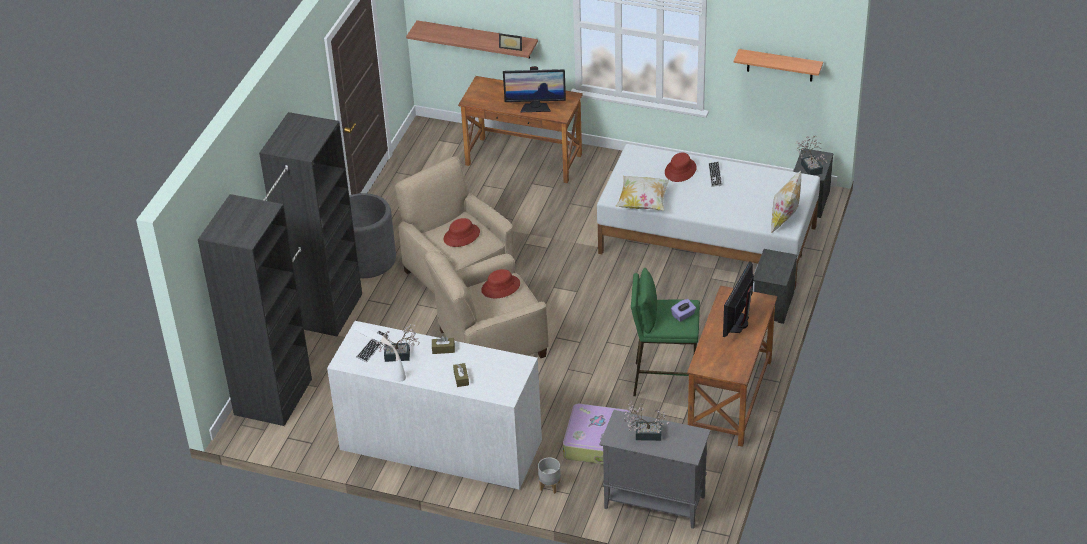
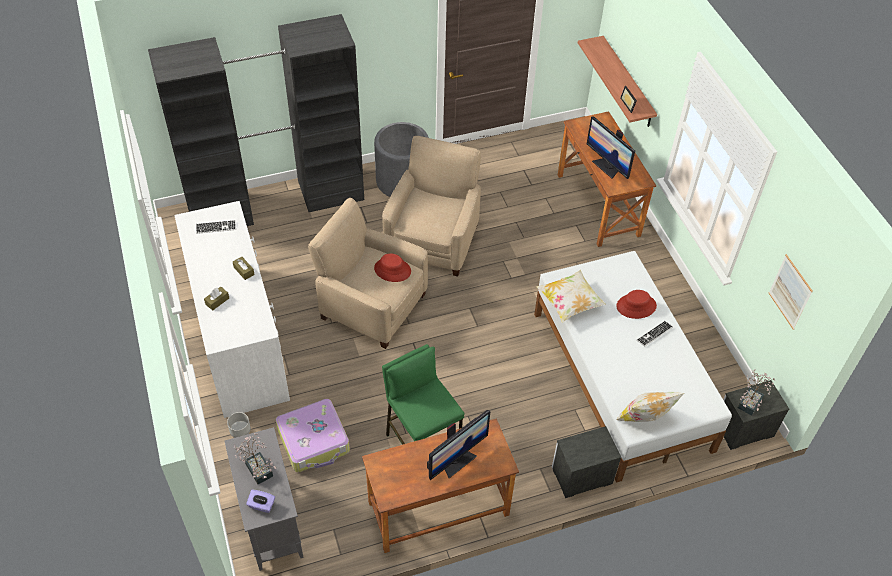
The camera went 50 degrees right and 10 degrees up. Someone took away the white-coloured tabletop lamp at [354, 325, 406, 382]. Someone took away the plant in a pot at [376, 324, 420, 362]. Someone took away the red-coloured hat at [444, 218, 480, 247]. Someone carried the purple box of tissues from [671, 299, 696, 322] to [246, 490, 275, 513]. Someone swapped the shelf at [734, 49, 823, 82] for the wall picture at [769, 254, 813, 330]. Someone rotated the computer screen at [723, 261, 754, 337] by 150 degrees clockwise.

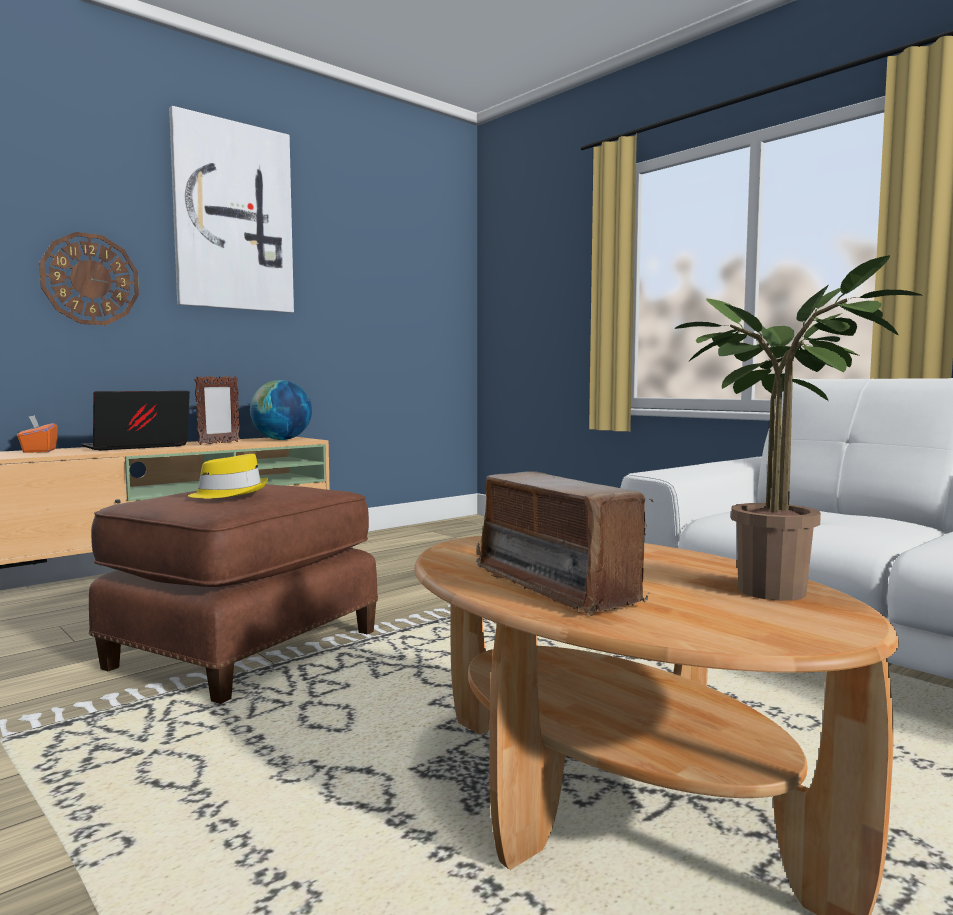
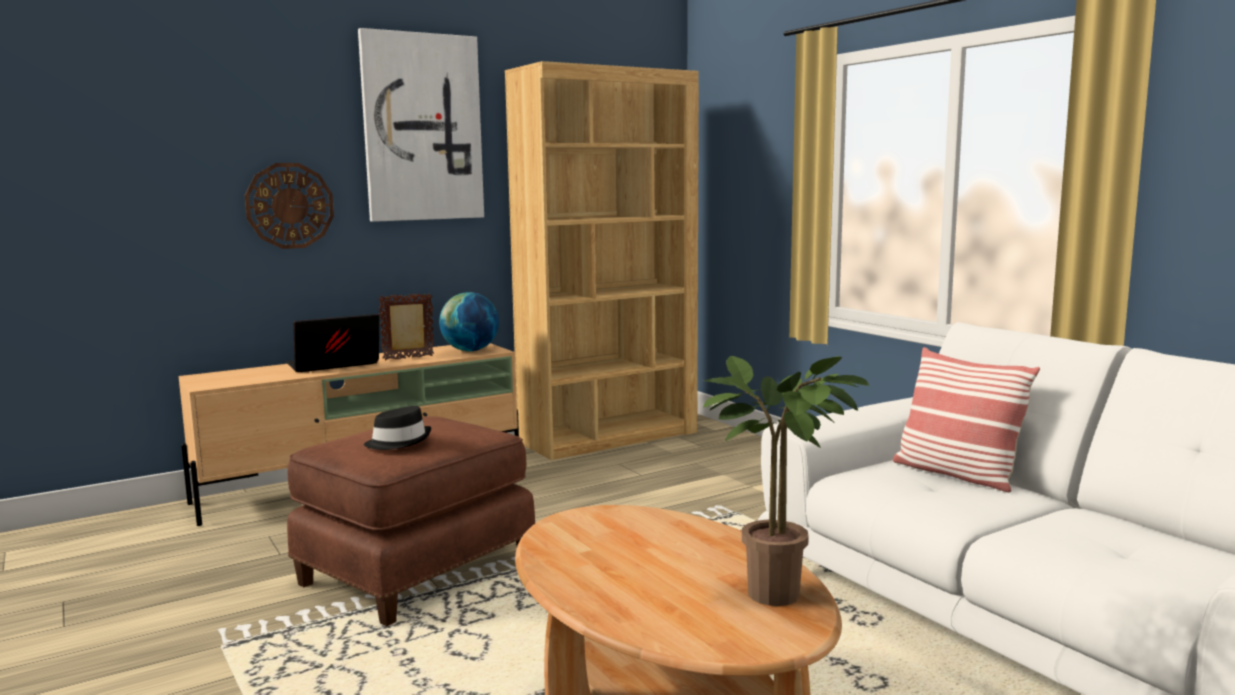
The camera went 10 degrees right and 5 degrees up. Someone took away the orange box of tissues at [17, 415, 58, 453]. Someone took away the radio receiver at [476, 471, 653, 616]. Someone put down the brownish bookshelf at [505, 61, 699, 460]. Someone put down the throw pillow at [893, 347, 1040, 492]. Someone repainted the yellow hat at [188, 454, 268, 499], which became the black hat at [364, 406, 431, 450]. Someone rotated the standing frame at [194, 376, 240, 445] by 150 degrees counterclockwise.

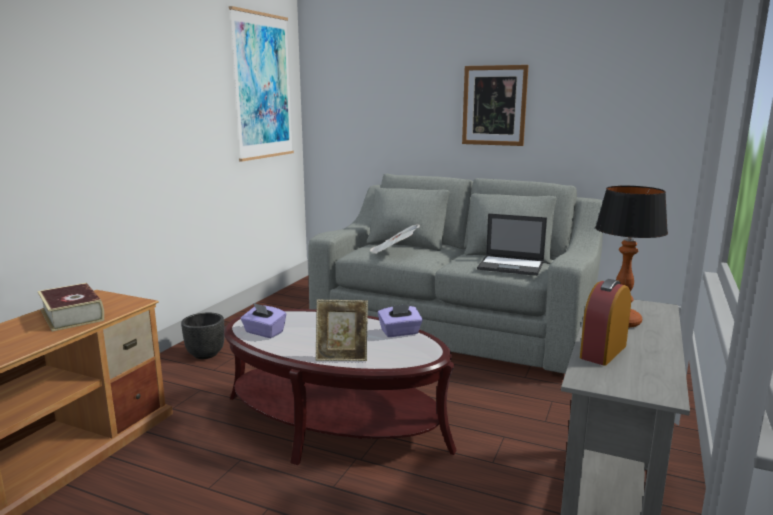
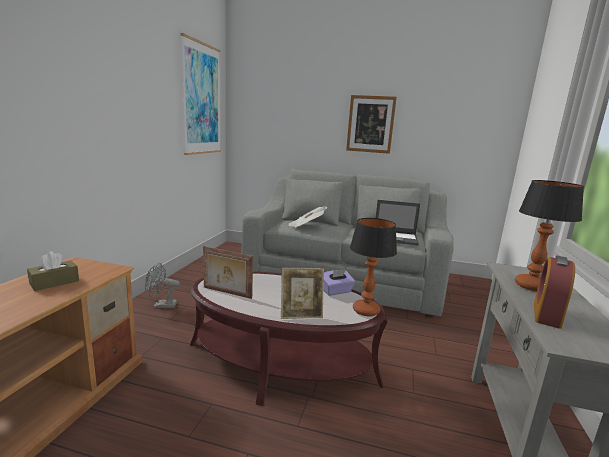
The camera went 10 degrees left and 0 degrees up. Someone put down the tabletop lamp at [350, 218, 397, 316]. Someone swapped the volume at [38, 283, 104, 332] for the brownish box of tissues at [27, 251, 79, 291]. Someone swapped the black plant pot at [181, 313, 224, 359] for the grey electric fan at [145, 263, 180, 308]. Someone swapped the purple box of tissues at [241, 303, 286, 338] for the standing frame at [203, 246, 253, 299].

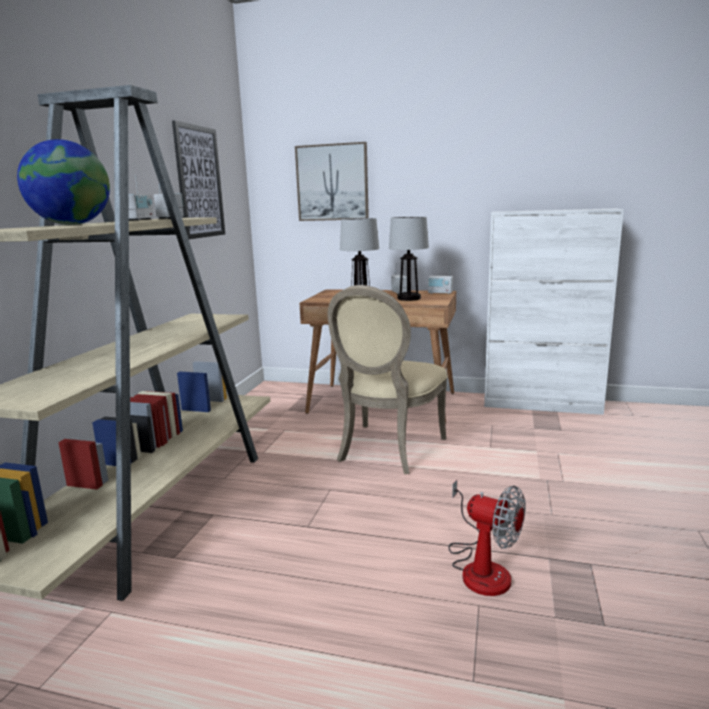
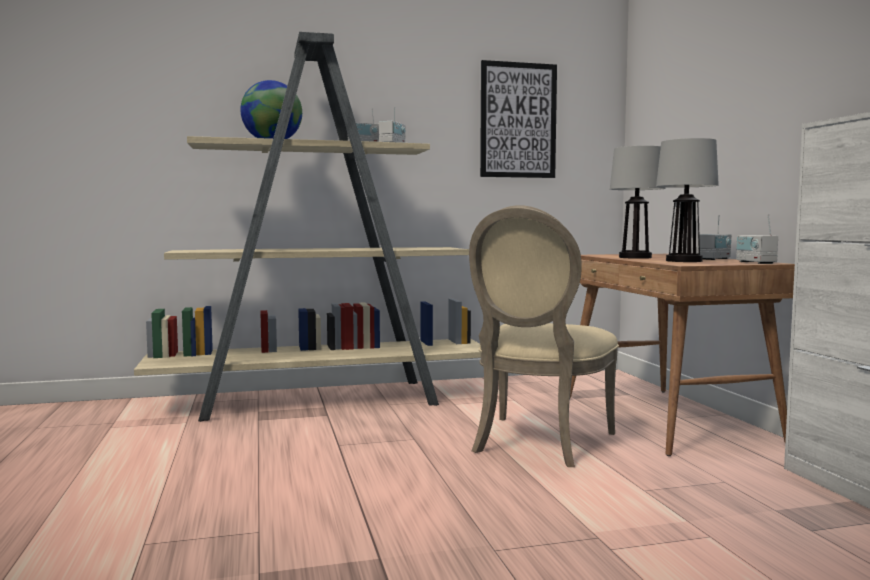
The camera went 60 degrees right and 10 degrees down. Someone took away the wall picture at [295, 142, 369, 221]. Someone took away the electric fan at [448, 480, 526, 596]. Someone rotated the beige chair at [328, 285, 448, 474] by 60 degrees counterclockwise.

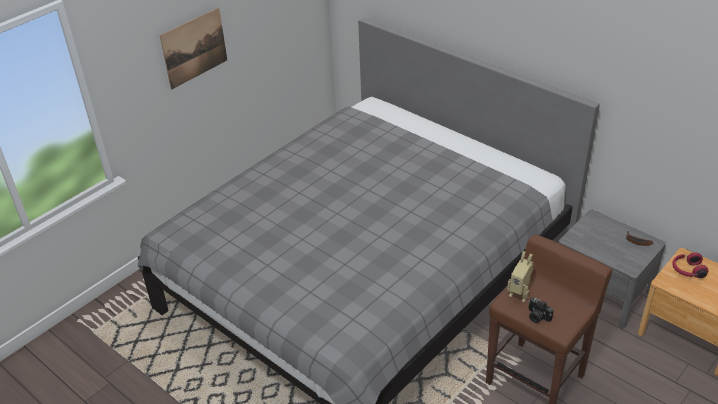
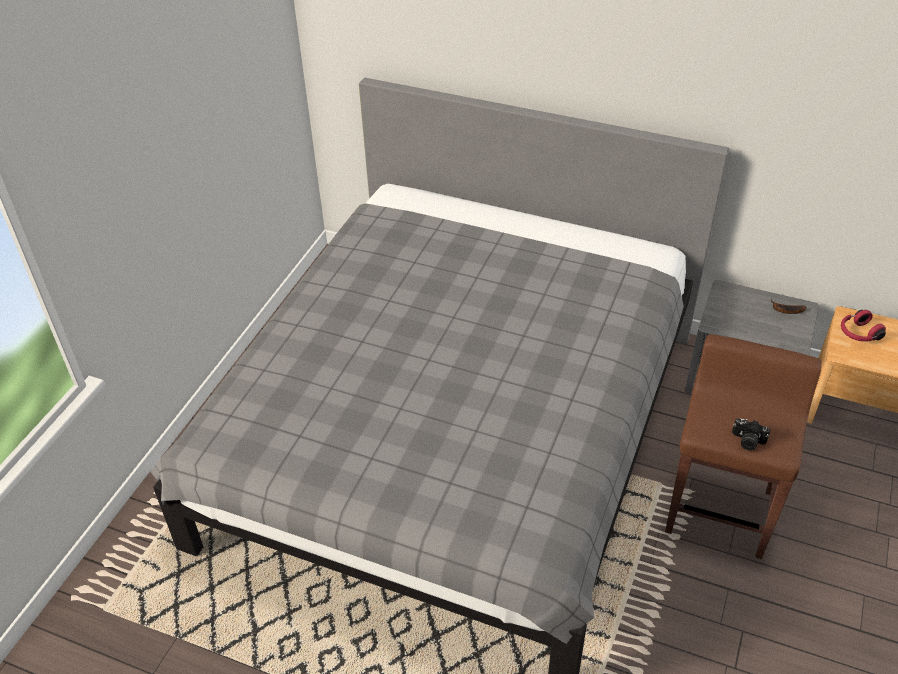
The camera went 20 degrees left and 5 degrees up. Someone took away the wall picture at [160, 8, 227, 89]. Someone took away the robot figure at [507, 251, 534, 302].

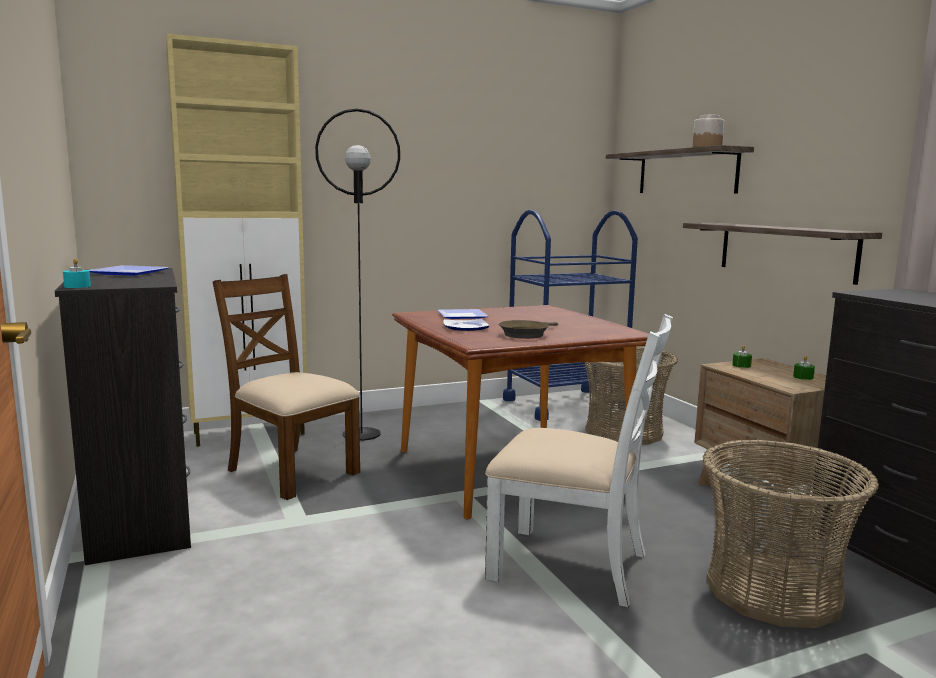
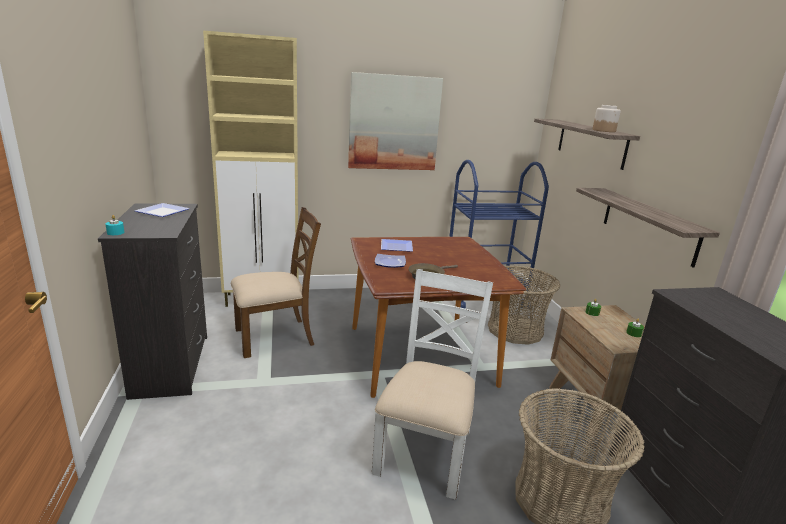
The camera went 10 degrees right and 10 degrees up. Someone took away the black floor lamp at [315, 109, 400, 441]. Someone put up the wall picture at [348, 72, 443, 170]. Someone rotated the brownish chair at [213, 274, 360, 500] by 105 degrees clockwise. Someone rotated the white-coloured chair at [485, 314, 673, 607] by 105 degrees counterclockwise.

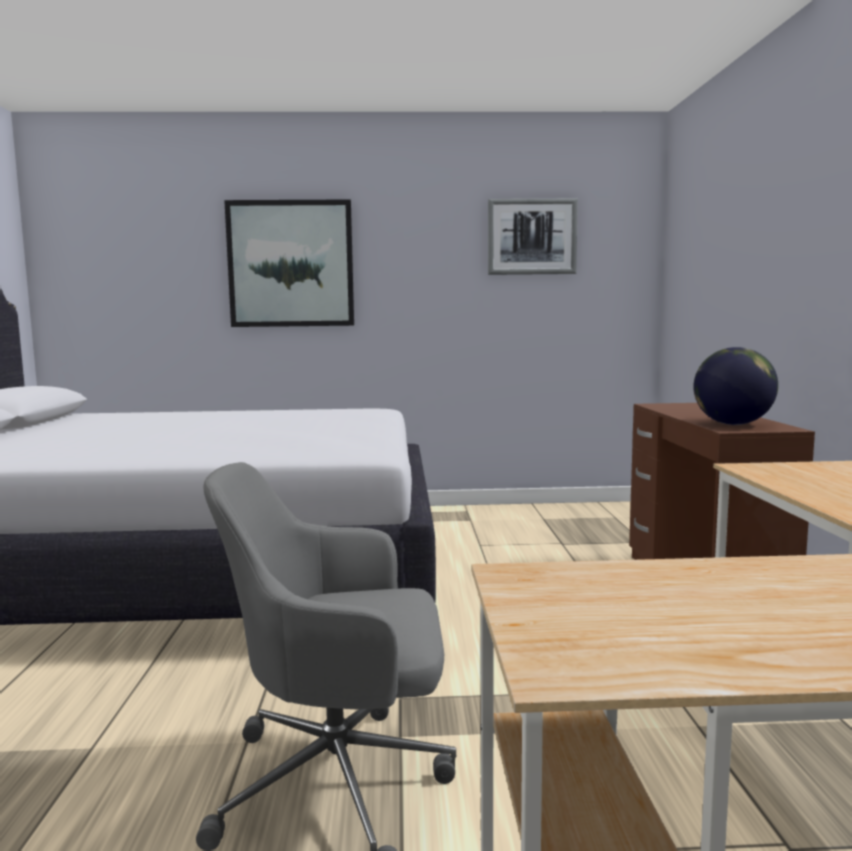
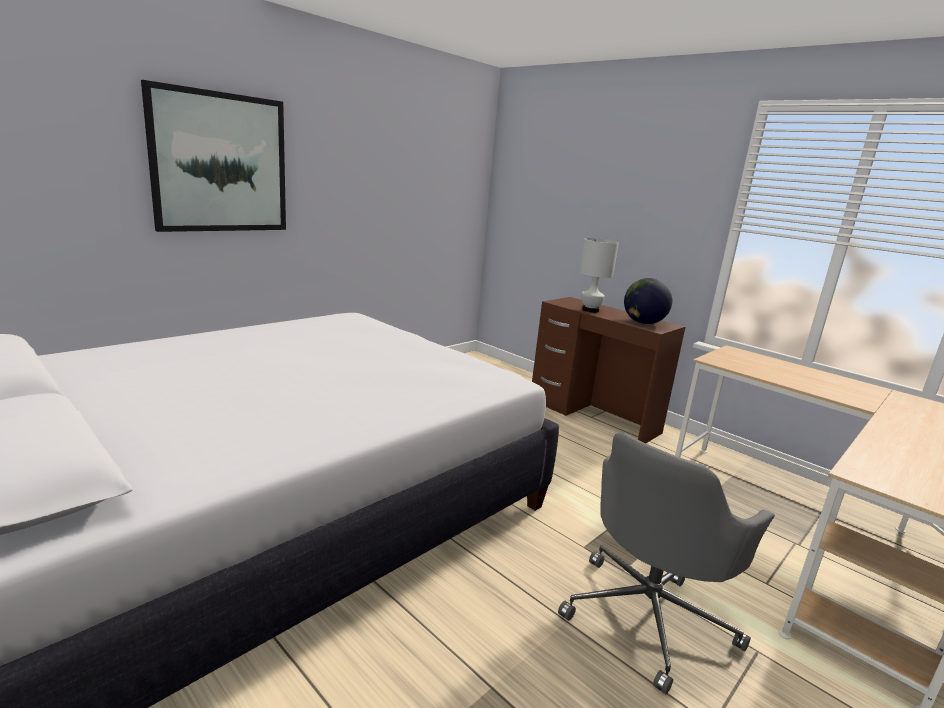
The camera went 45 degrees left and 10 degrees up. Someone took away the wall picture at [488, 199, 578, 275]. Someone put down the white-coloured tabletop lamp at [580, 238, 619, 313].

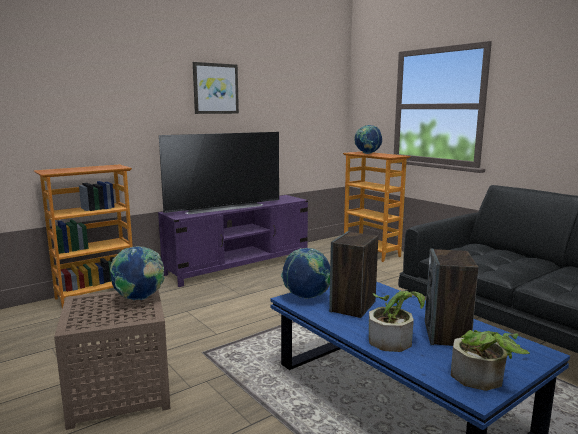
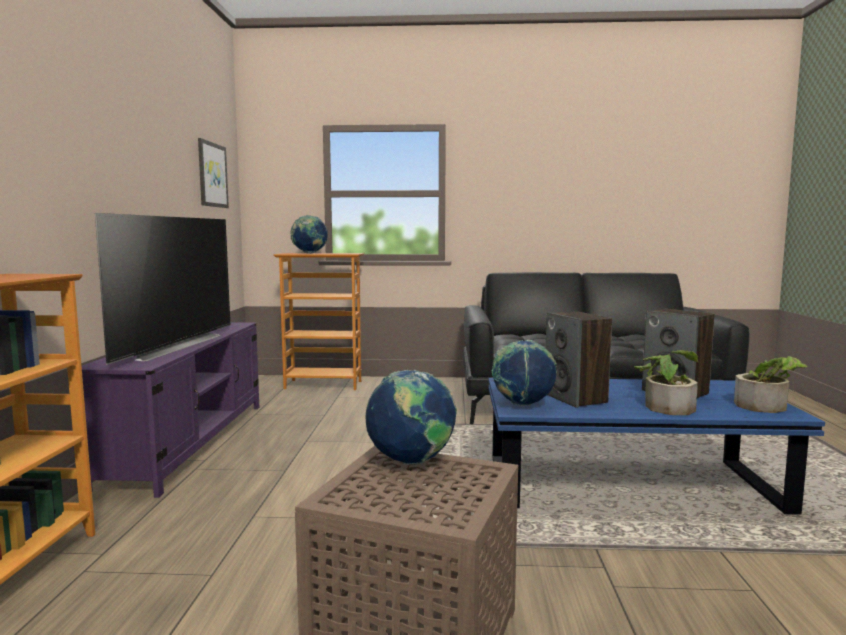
The camera went 50 degrees left and 5 degrees down. Someone carried the wall picture from [193, 62, 239, 114] to [198, 138, 229, 208].

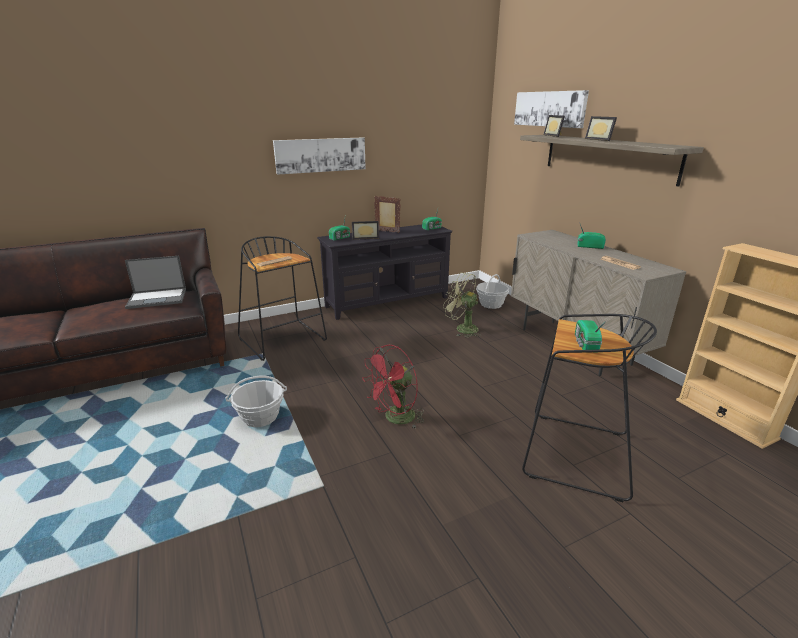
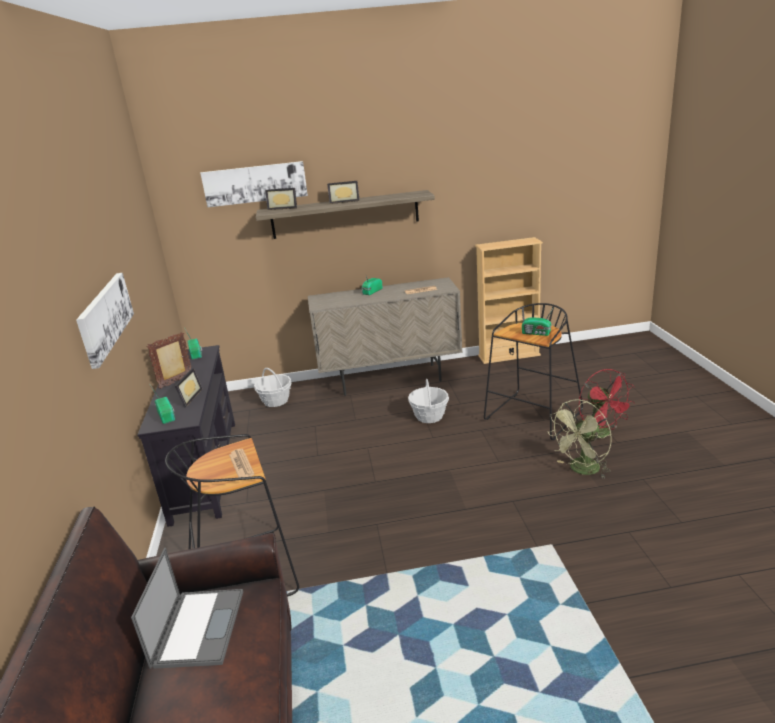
The camera went 70 degrees left and 0 degrees up. Someone carried the household basket from [225, 375, 287, 427] to [408, 379, 449, 423]. Someone carried the red-coloured electric fan from [362, 345, 424, 428] to [579, 369, 635, 438]. Someone carried the greenish electric fan from [443, 272, 481, 338] to [548, 399, 612, 478].

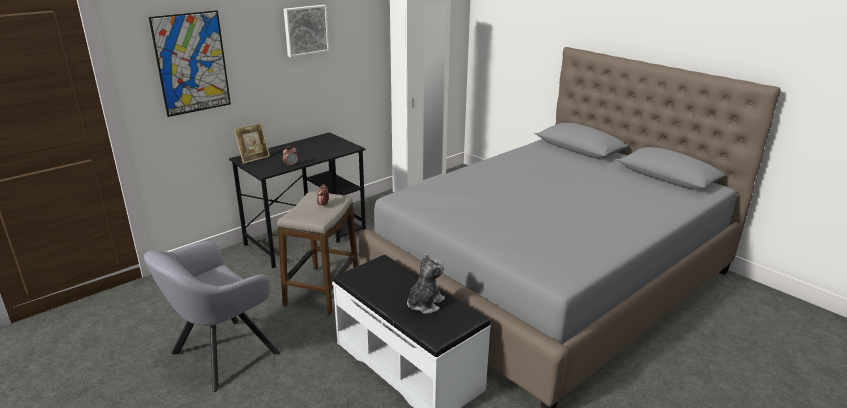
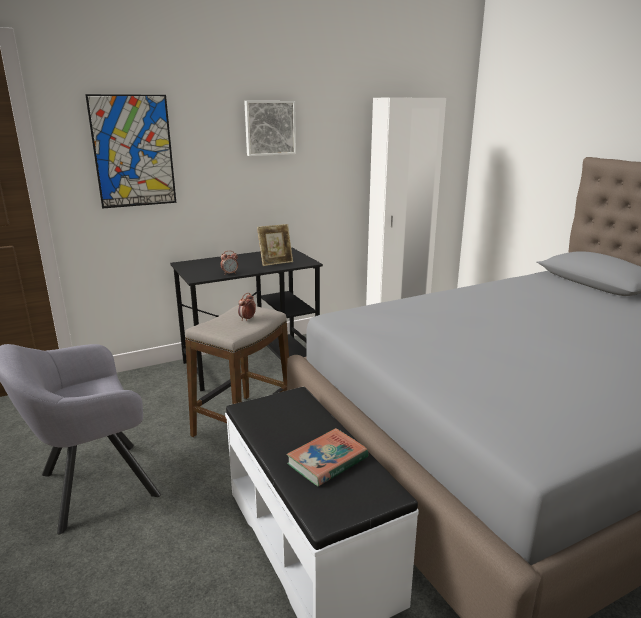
The camera went 15 degrees right and 5 degrees down. Someone carried the standing frame from [234, 123, 270, 164] to [257, 224, 293, 266]. Someone swapped the cuddly toy at [407, 254, 445, 314] for the volume at [286, 428, 369, 486].

